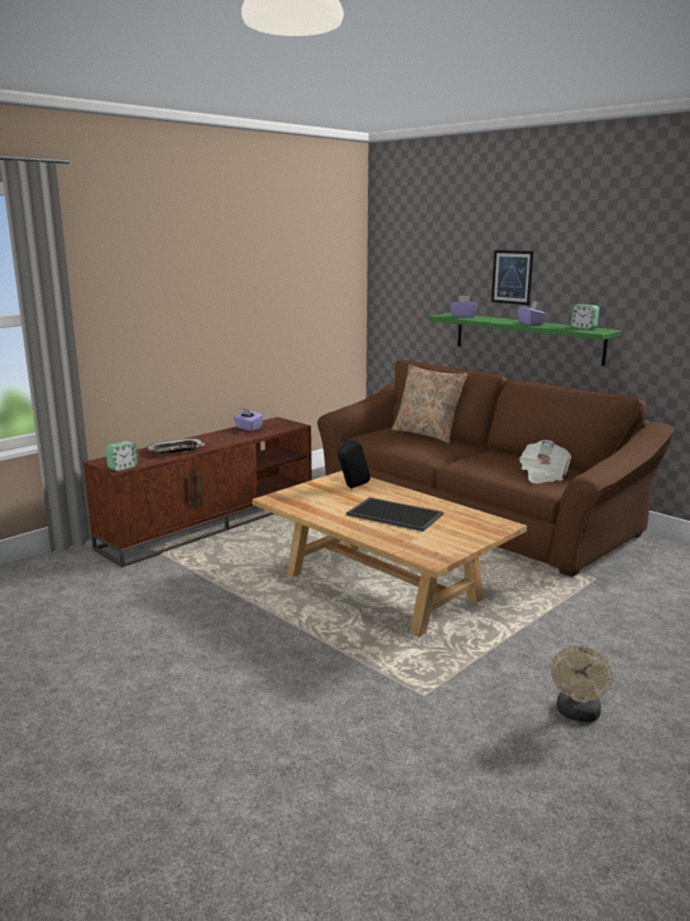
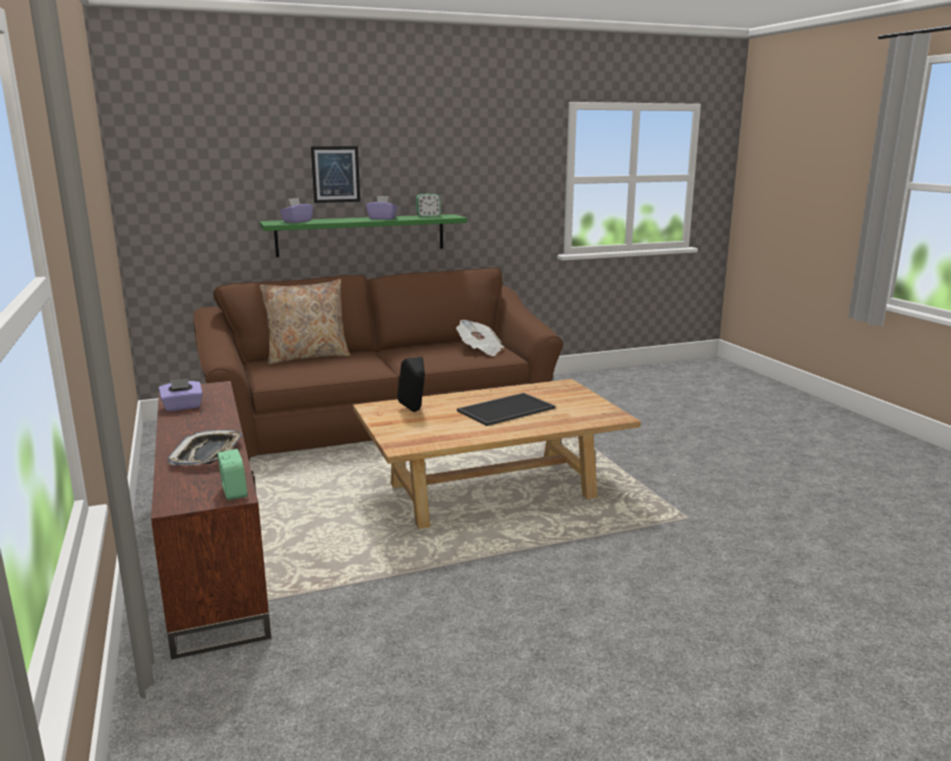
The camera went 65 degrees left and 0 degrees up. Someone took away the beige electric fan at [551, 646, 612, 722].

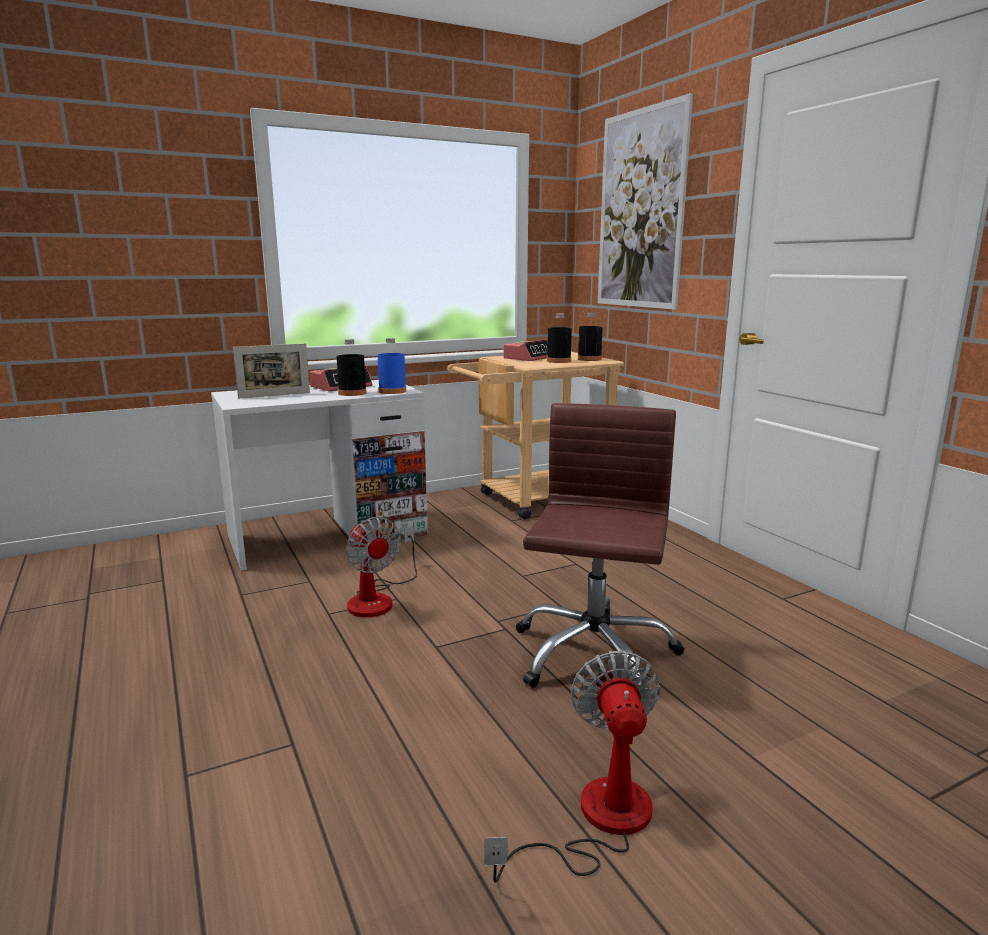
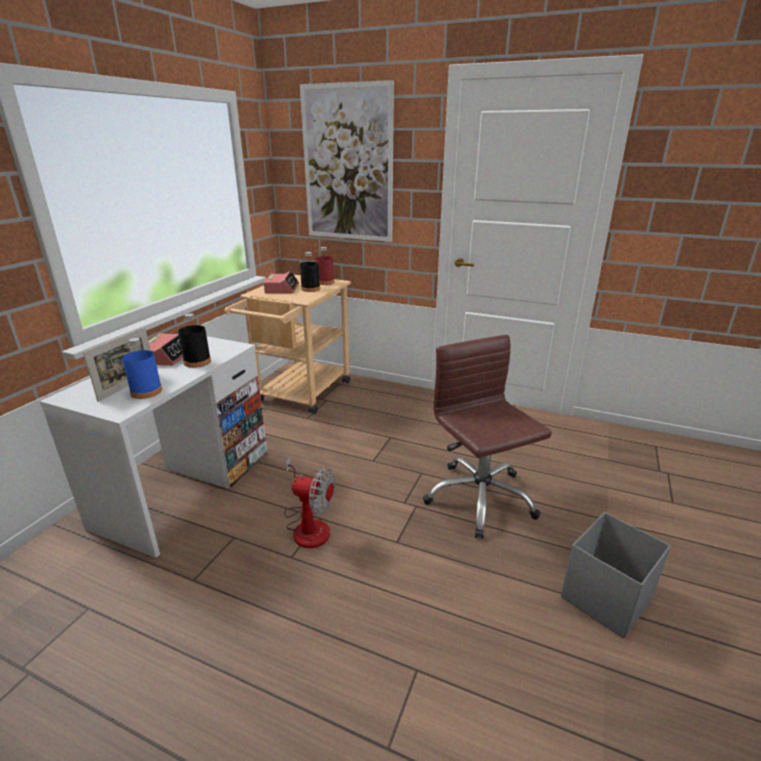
The camera went 40 degrees left and 10 degrees up. Someone carried the blue drink bottle from [378, 338, 406, 394] to [122, 338, 162, 399]. Someone swapped the electric fan at [485, 650, 660, 883] for the grey storage container at [561, 512, 671, 639]. Someone repainted the black drink bottle at [578, 313, 603, 361], which became the red-coloured drink bottle at [315, 247, 334, 285].

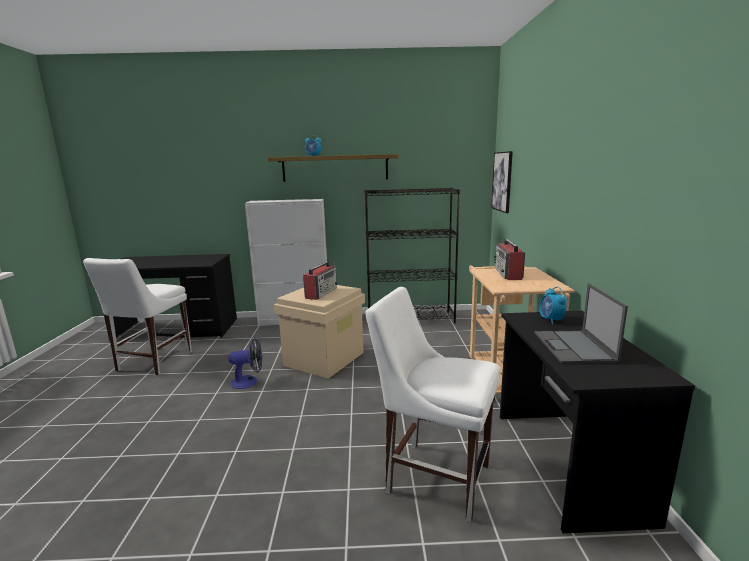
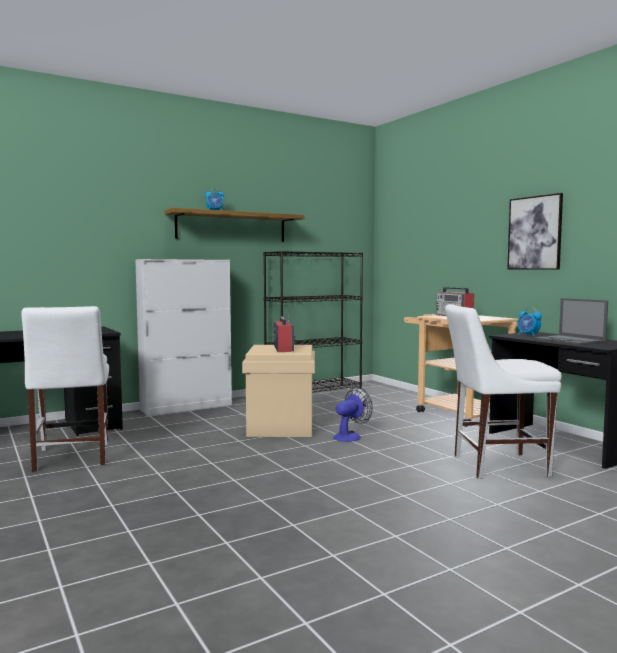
The camera went 30 degrees left and 10 degrees down. Someone carried the electric fan from [228, 338, 262, 389] to [333, 387, 373, 442]. Someone carried the wall picture from [491, 151, 513, 213] to [507, 193, 563, 270].

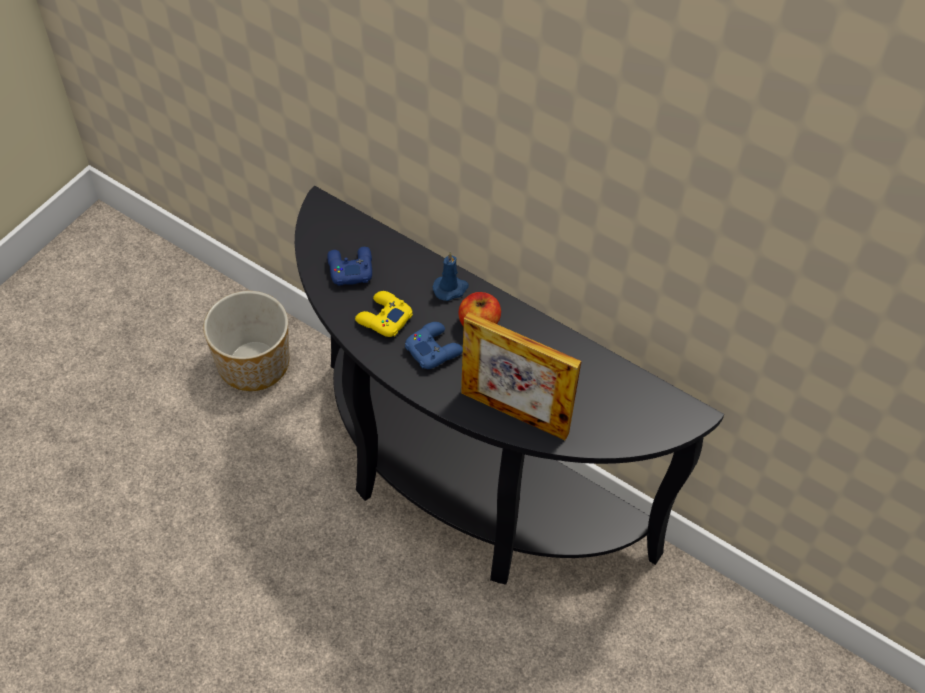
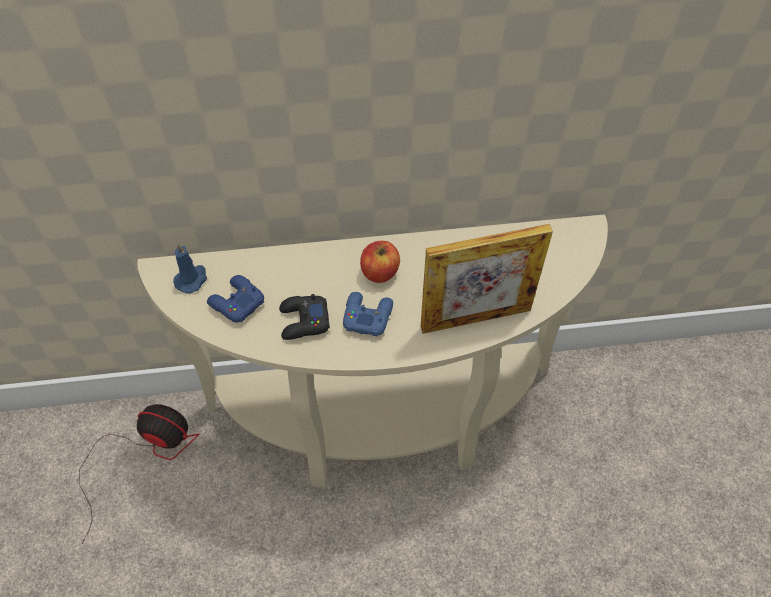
The camera went 40 degrees left and 0 degrees up. Someone carried the blue wax candle from [432, 252, 469, 301] to [173, 243, 207, 293]. Someone swapped the plant pot at [203, 291, 289, 391] for the electric fan at [79, 404, 200, 543]. Someone repainted the black hall table at [295, 186, 724, 585], which became the beige hall table at [137, 214, 608, 488]. Someone repainted the yellow game controller at [355, 291, 413, 337], which became the black game controller at [279, 294, 330, 340].

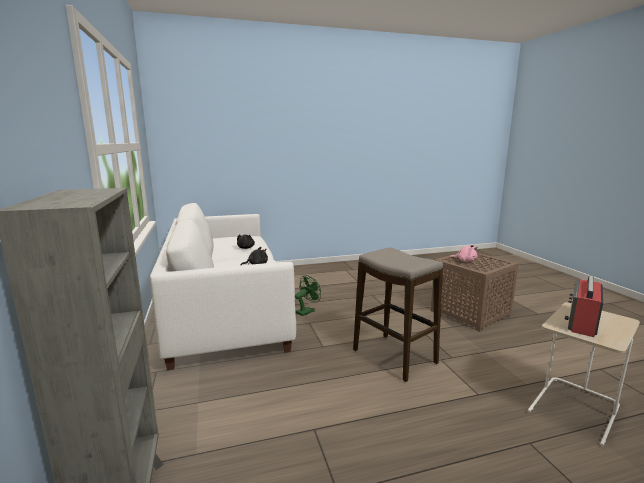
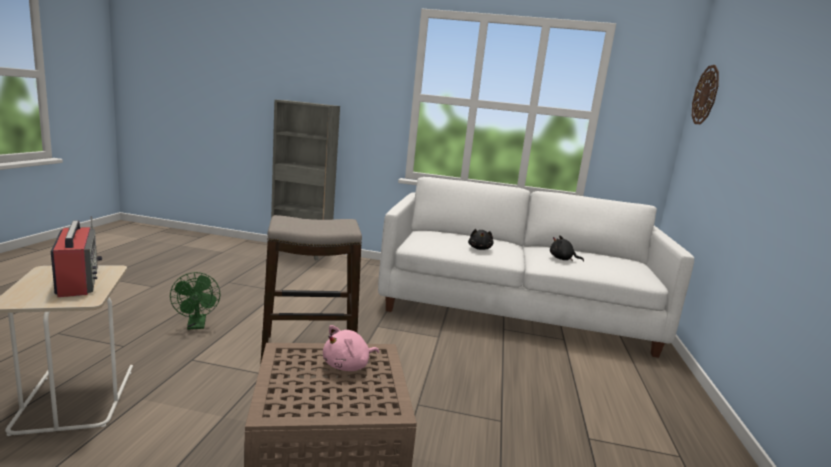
The camera went 115 degrees right and 0 degrees up. Someone put up the hanging clock at [692, 65, 719, 124]. Someone carried the greenish electric fan from [295, 275, 321, 316] to [170, 272, 220, 330].

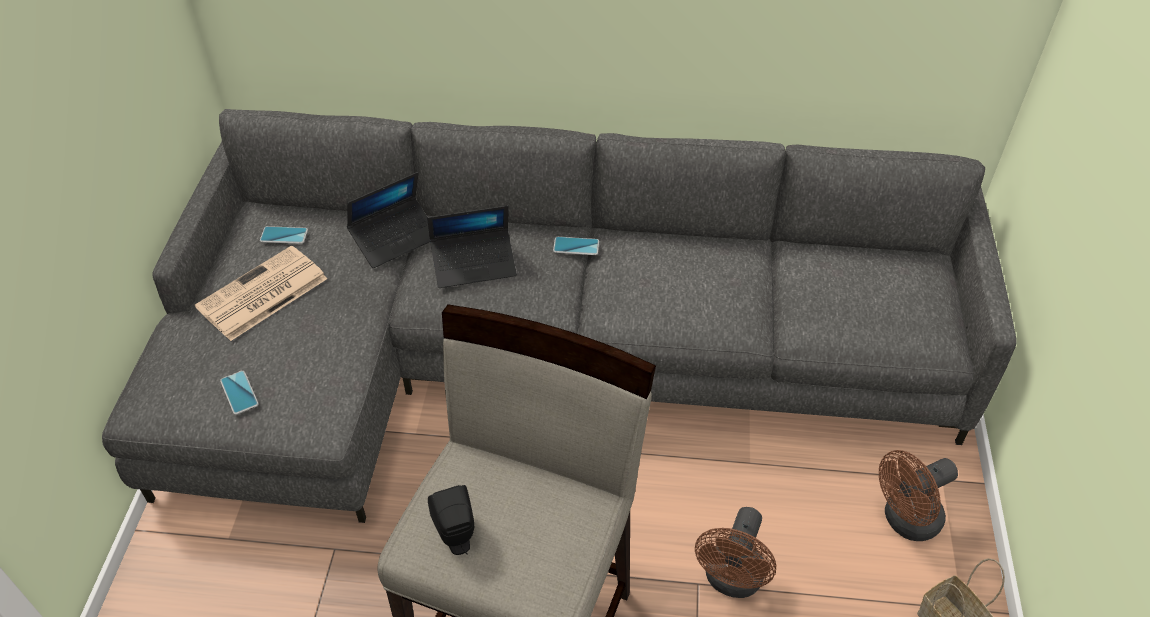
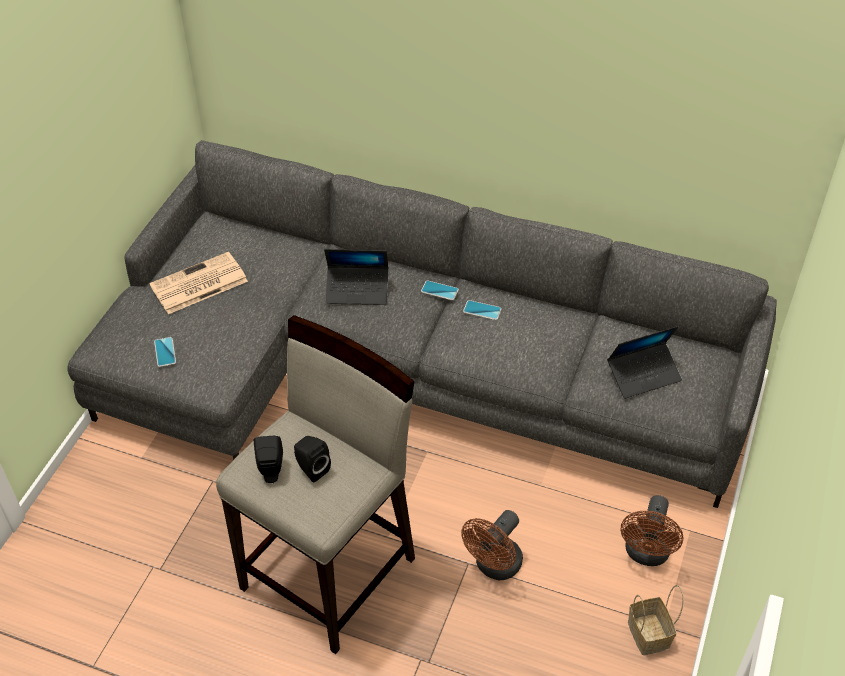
The camera went 15 degrees right and 0 degrees up. Someone put down the black loudspeaker at [294, 436, 331, 483]. Someone carried the phone from [260, 226, 308, 244] to [463, 300, 502, 320]. Someone carried the laptop from [347, 172, 430, 268] to [607, 326, 682, 399]. Someone rotated the brownish electric fan at [879, 450, 958, 541] by 60 degrees counterclockwise.

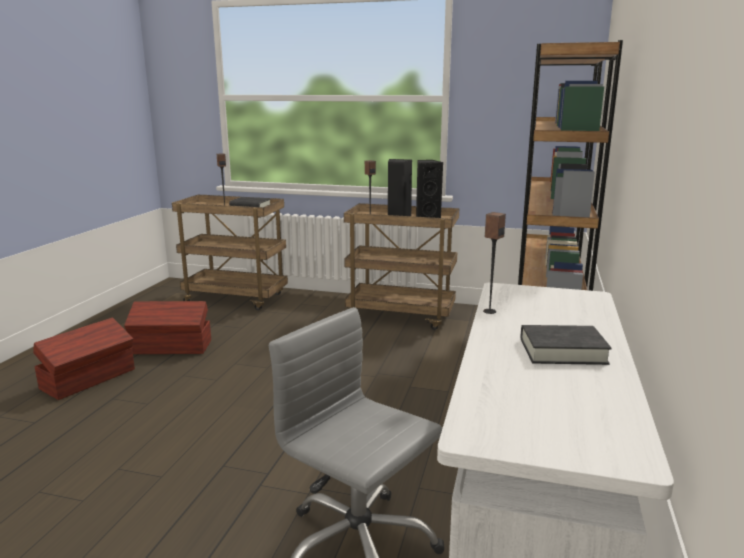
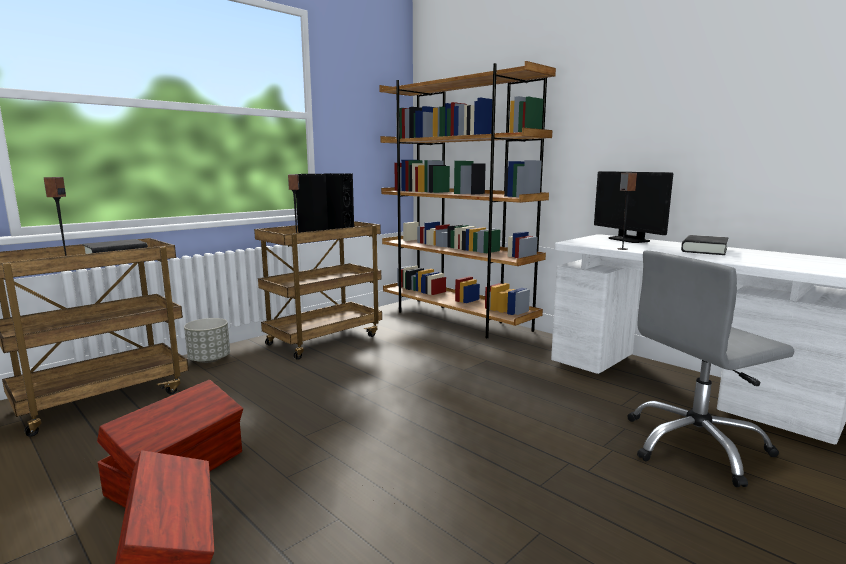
The camera went 60 degrees left and 5 degrees down. Someone put down the grey plant pot at [184, 318, 230, 363]. Someone put down the computer screen at [594, 171, 673, 243].

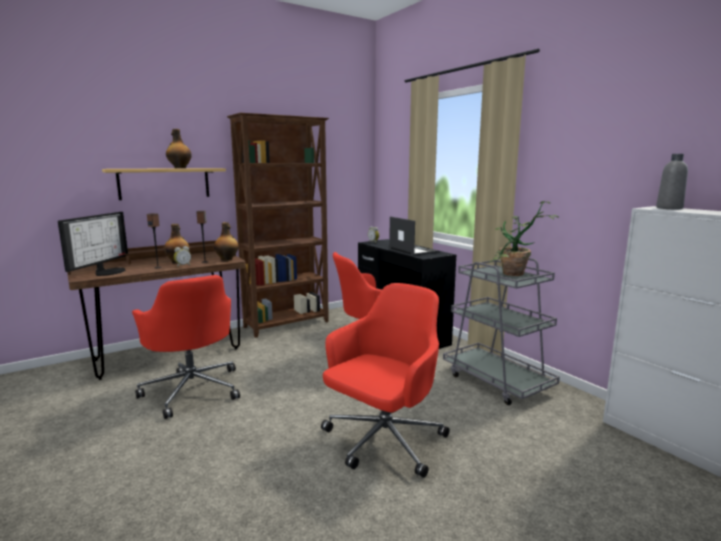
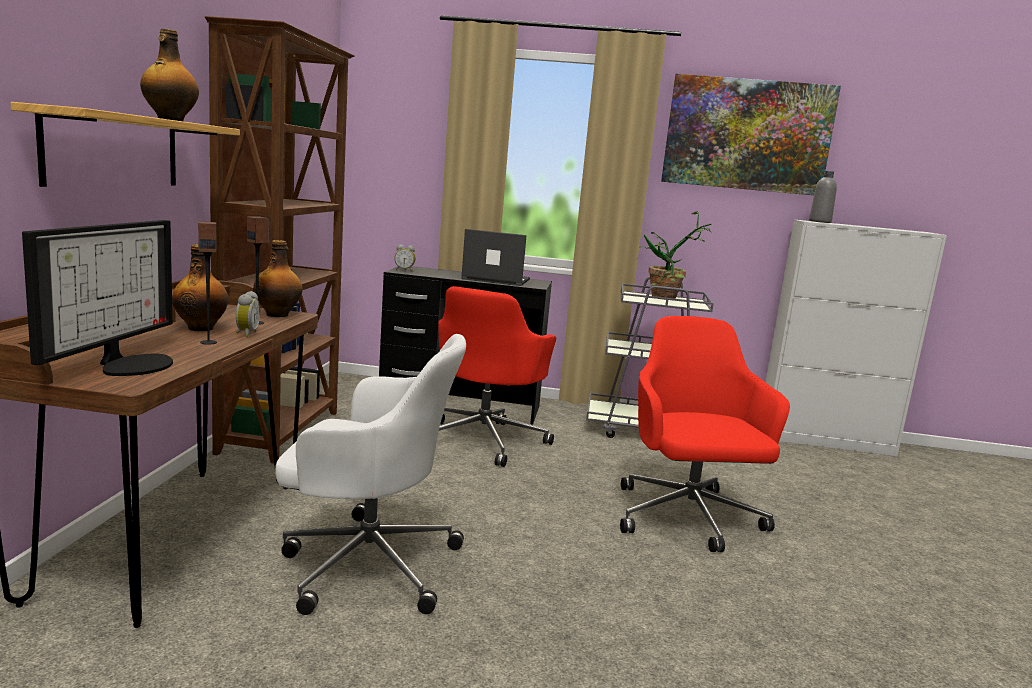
The camera went 50 degrees left and 0 degrees up. Someone put up the wall picture at [661, 74, 841, 195]. Someone repainted the red-coloured computer chair at [132, 275, 240, 419], which became the white-coloured computer chair at [275, 334, 466, 615]. Someone rotated the computer screen at [58, 212, 128, 276] by 45 degrees clockwise.

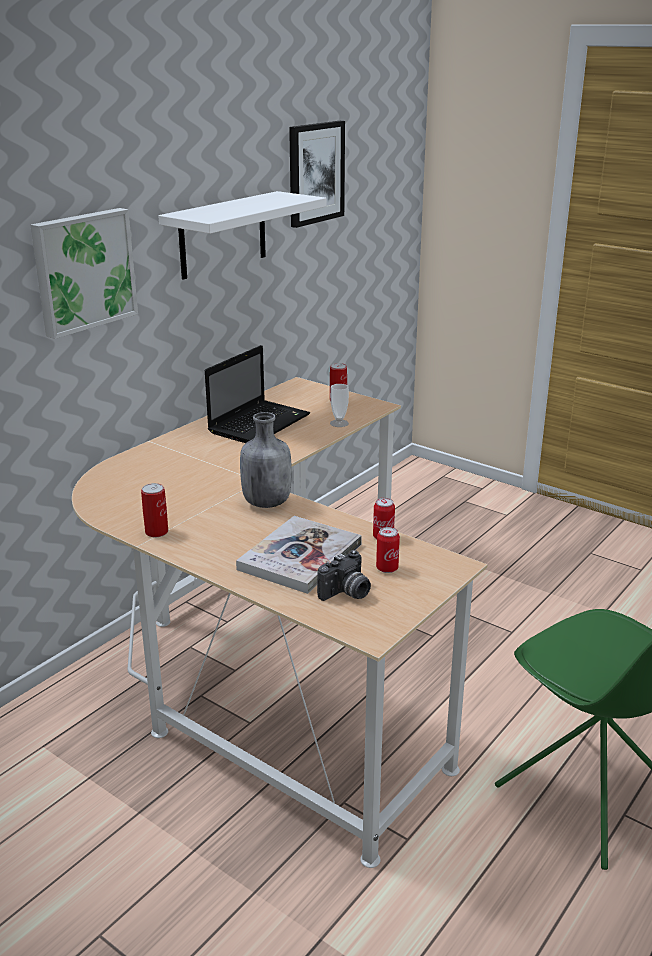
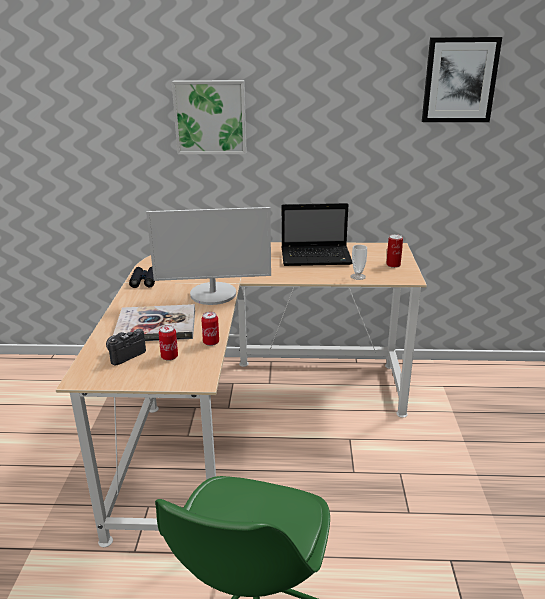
The camera went 55 degrees right and 0 degrees up. Someone took away the white-coloured shelf at [158, 191, 326, 280]. Someone swapped the metal can at [141, 483, 168, 537] for the black binoculars at [129, 267, 155, 288]. Someone swapped the grey drink bottle at [240, 412, 292, 508] for the computer screen at [146, 207, 271, 305]. Someone rotated the photo camera at [317, 550, 371, 601] by 120 degrees clockwise.

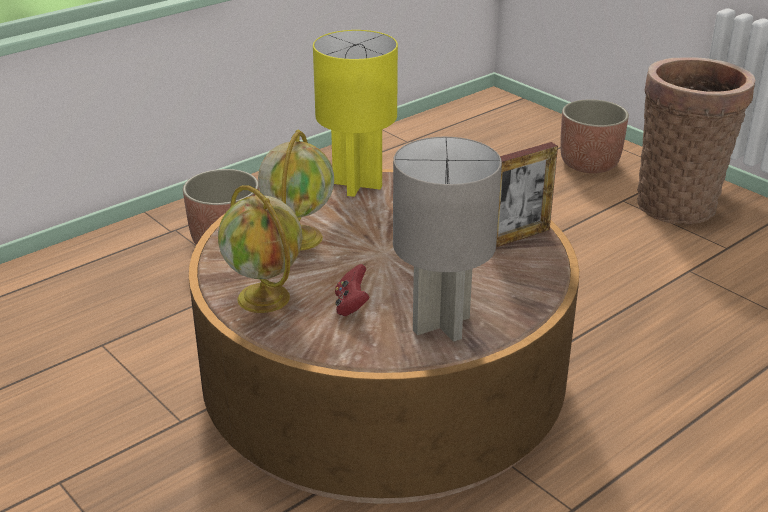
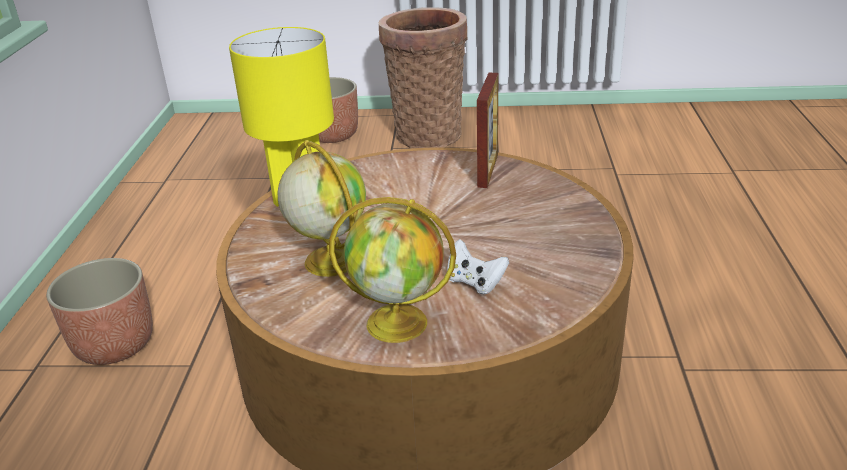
The camera went 45 degrees left and 0 degrees up. Someone took away the grey tabletop lamp at [393, 137, 502, 342]. Someone repainted the red-coloured game controller at [335, 264, 370, 316], which became the white-coloured game controller at [447, 239, 509, 294].

